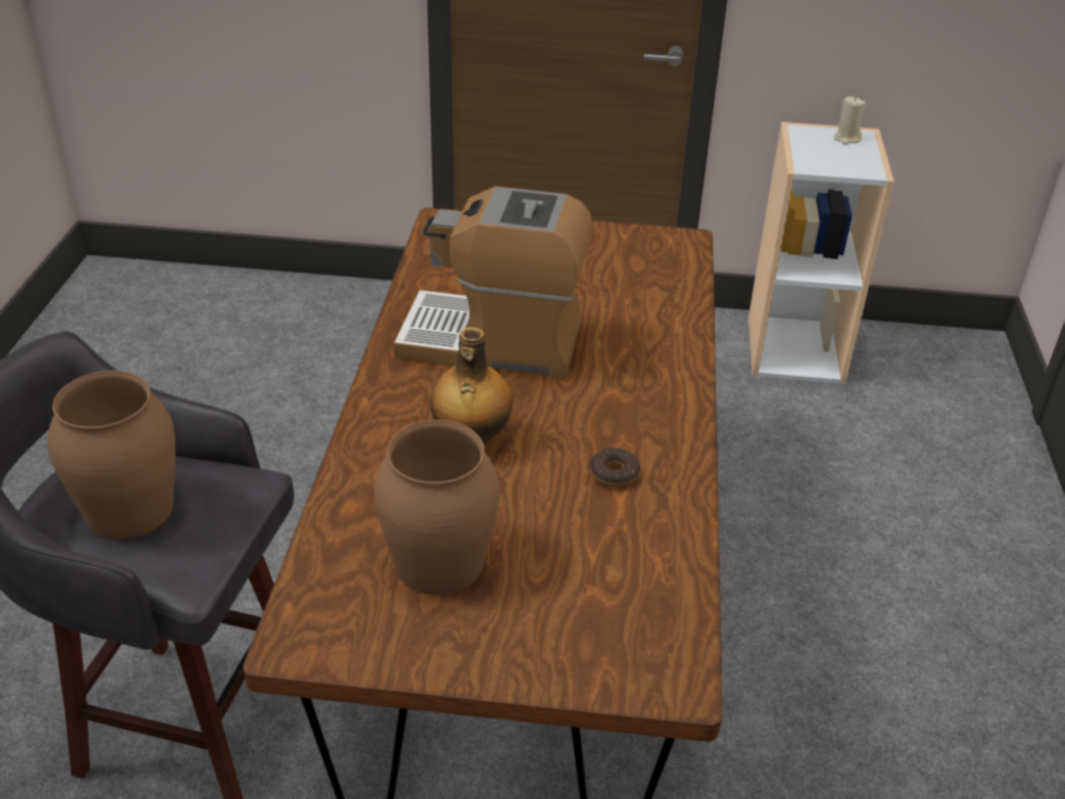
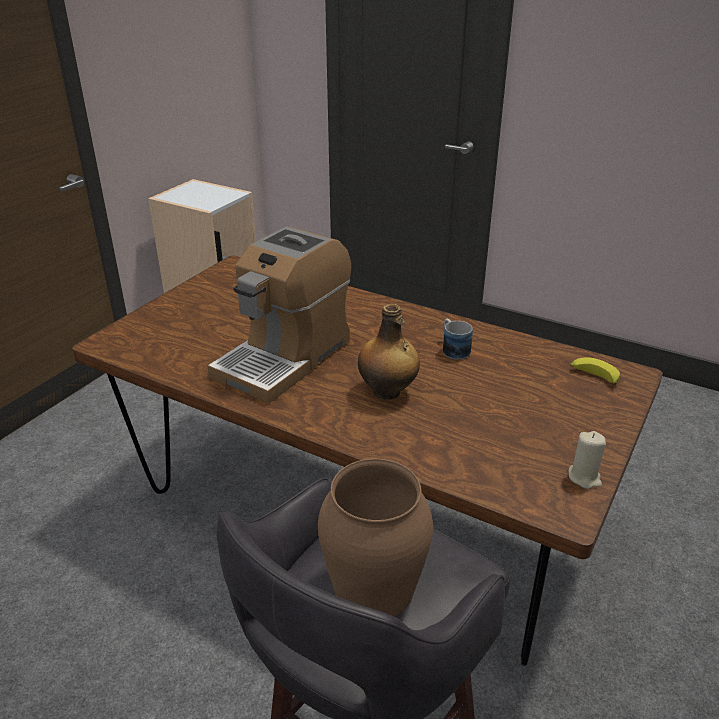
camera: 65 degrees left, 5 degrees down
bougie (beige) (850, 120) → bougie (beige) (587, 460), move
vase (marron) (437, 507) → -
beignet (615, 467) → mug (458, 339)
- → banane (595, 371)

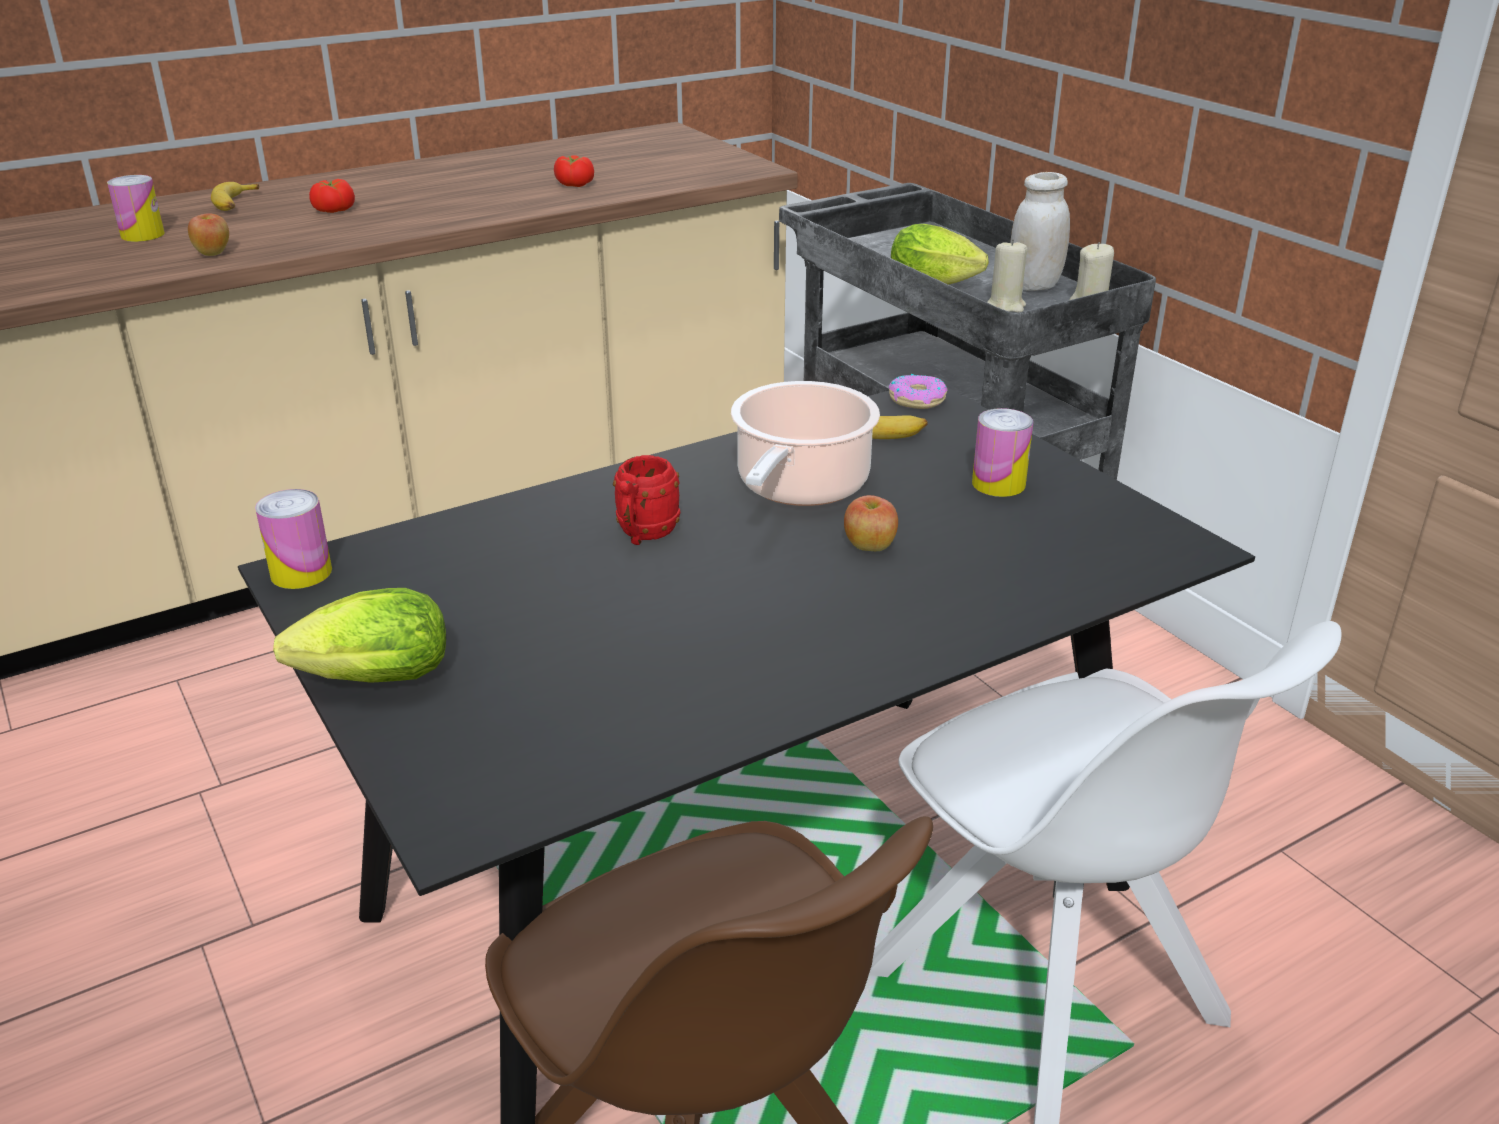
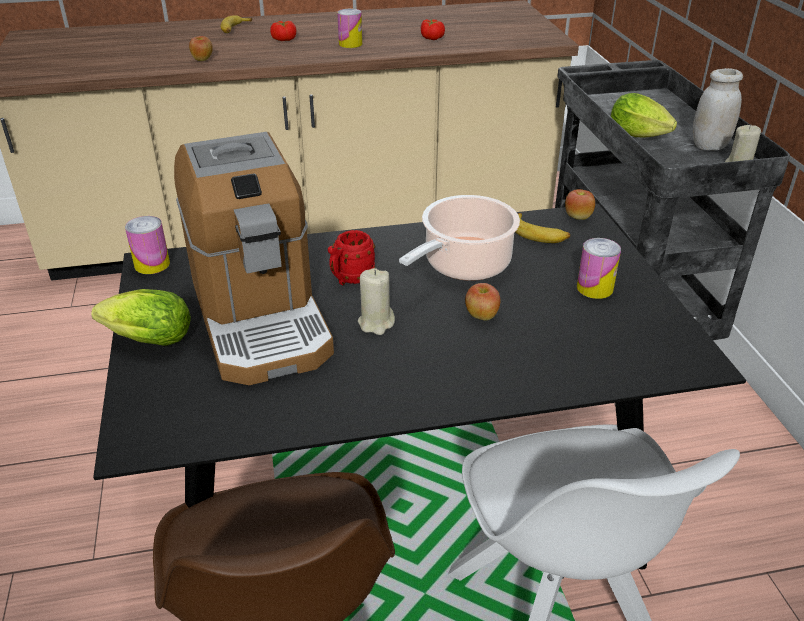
camera: 20 degrees right, 5 degrees up
boîte métallique (136, 208) → boîte métallique (349, 28), move
bougie (beige) (1007, 275) → bougie (beige) (376, 301), move
beignet (918, 391) → pomme (580, 204)
- → machine à café (254, 258)

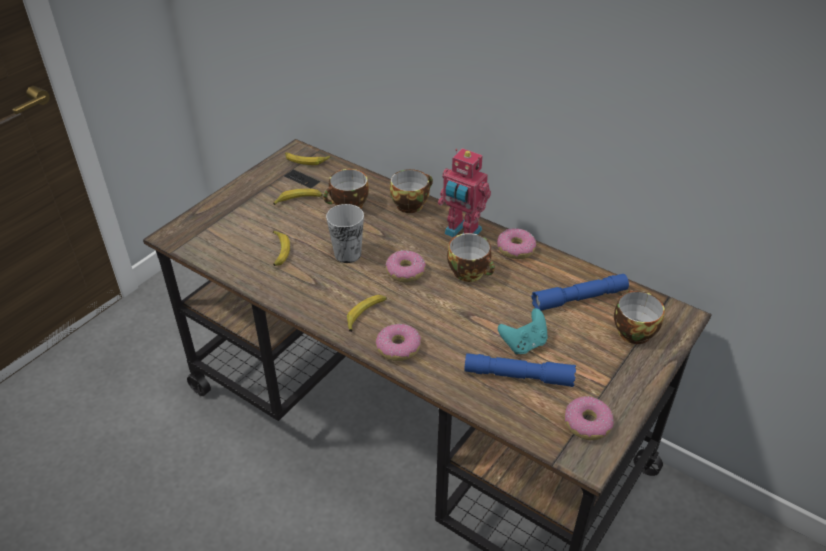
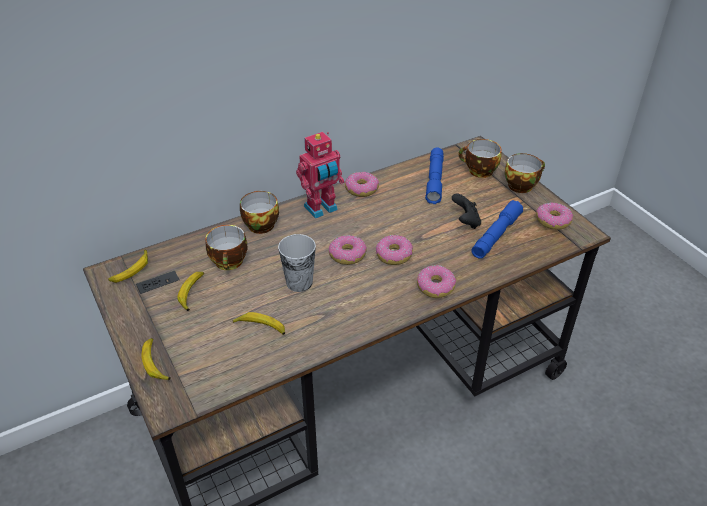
camera: 65 degrees left, 0 degrees up
tasse (471, 257) → tasse (525, 173), move
banane (367, 313) → banane (156, 359), move
manette (turquoise) (523, 331) → manette (noir) (466, 211)
- → beignet (394, 250)

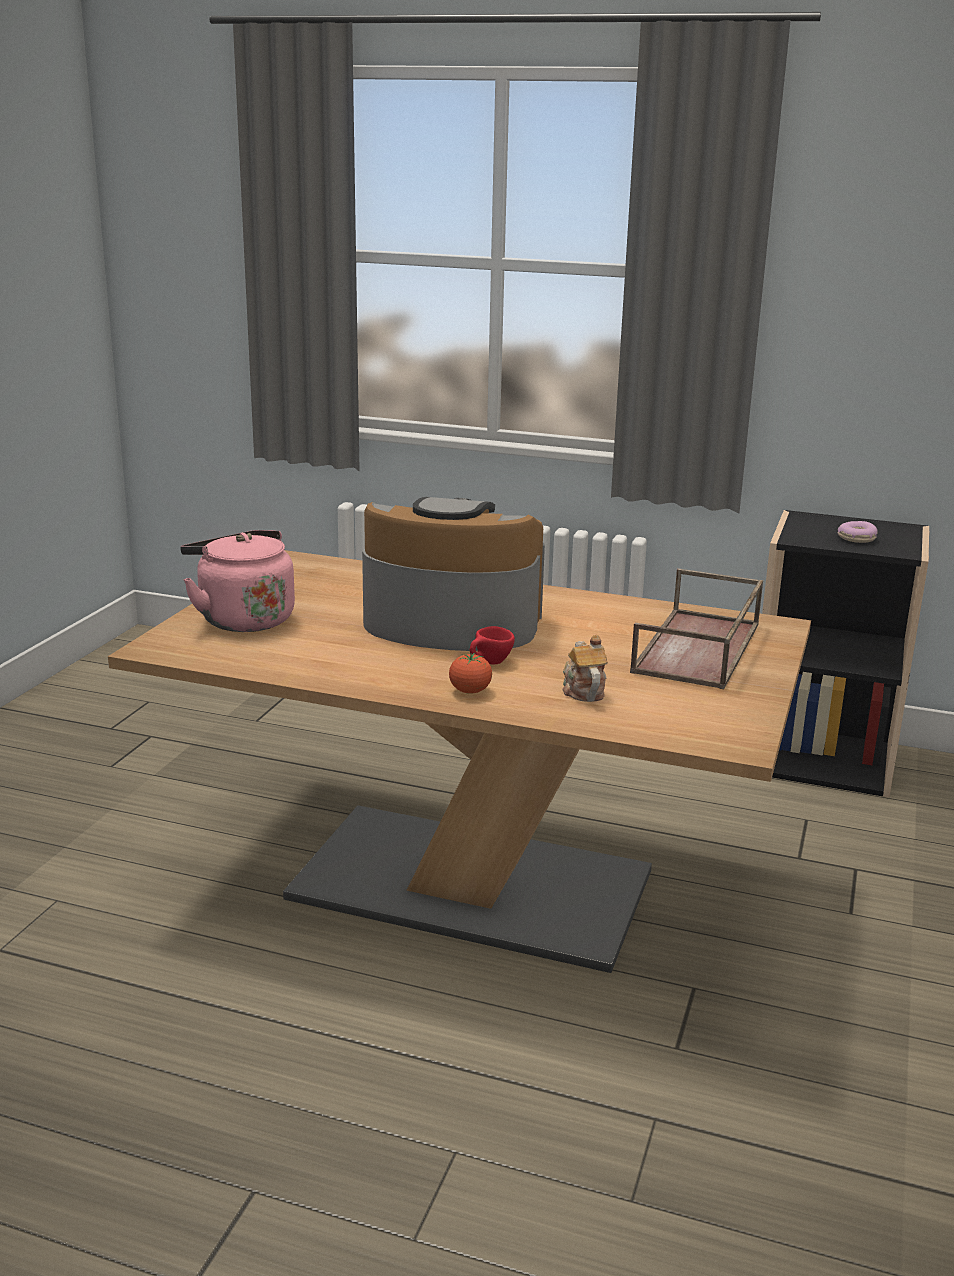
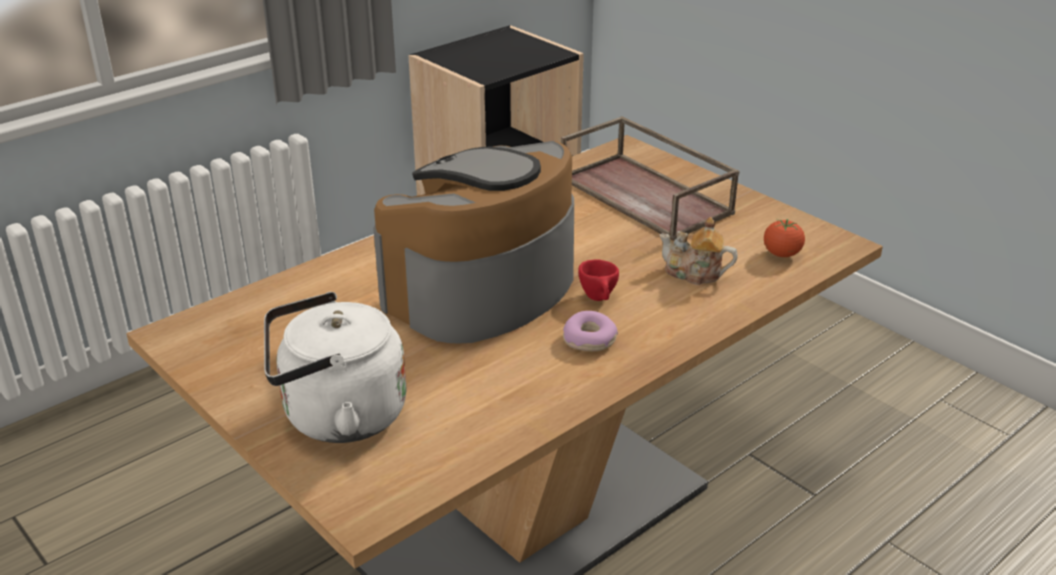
camera: 60 degrees left, 10 degrees up
beignet (857, 532) → beignet (590, 331), move
bouilloire (rose) (237, 581) → bouilloire (blanc) (335, 367)
tomate (470, 673) → tomate (784, 238), move

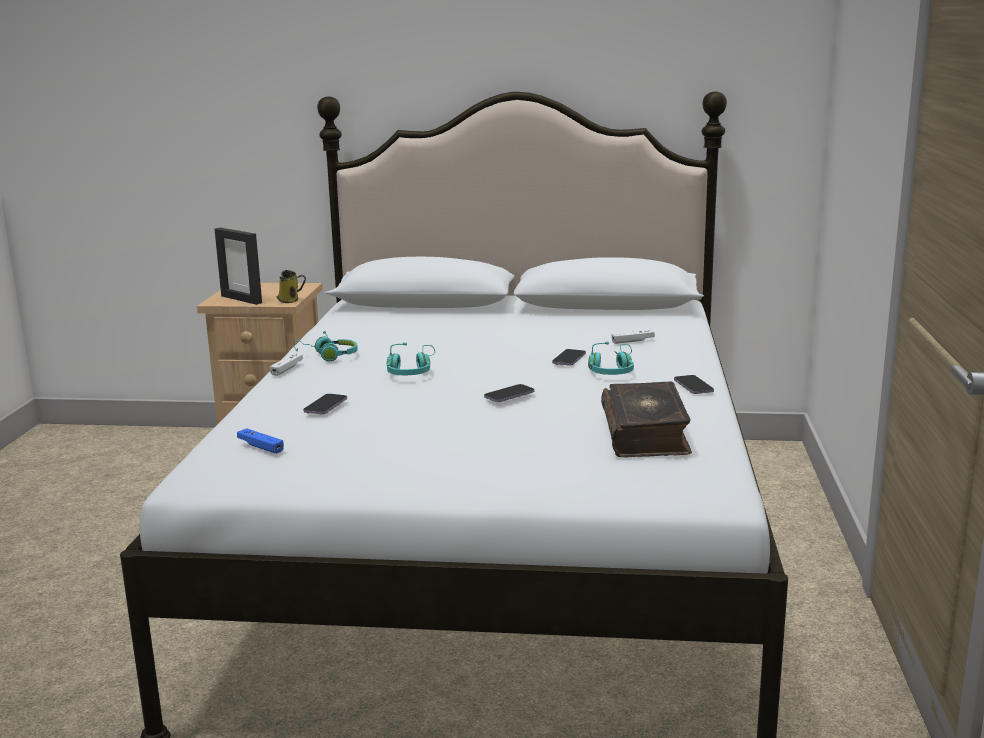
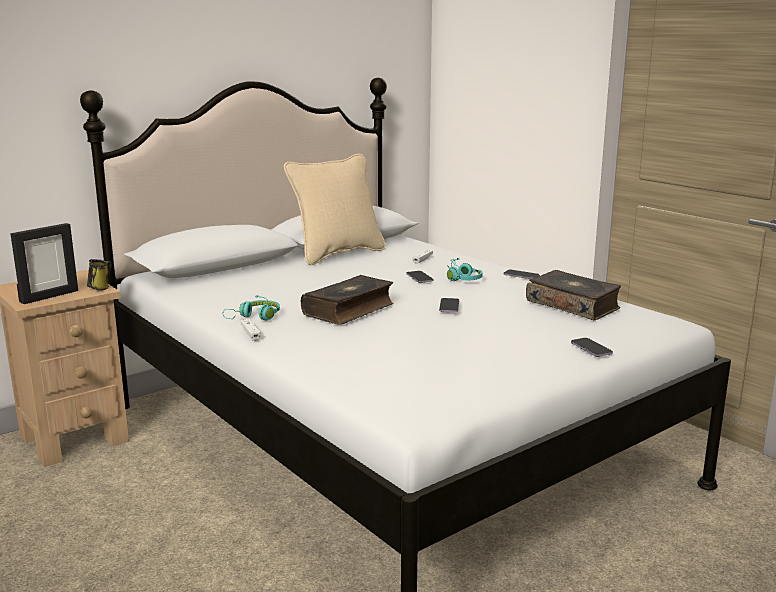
camera: 45 degrees left, 0 degrees up
cadre photo (238, 266) → cadre photo (44, 263), 45 degrees counterclockwise
casque audio (turquoise) (411, 358) → livre (347, 300)
téléphone (325, 404) → téléphone (592, 347), move
manette (bleu) (260, 441) → -
- → coussin (beige) (334, 209)

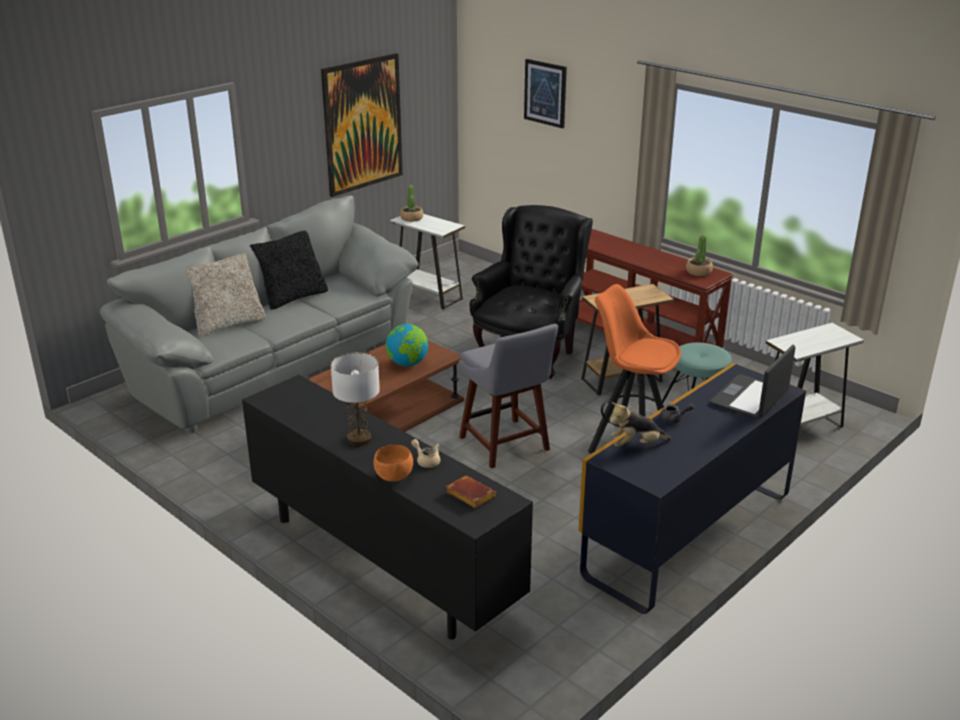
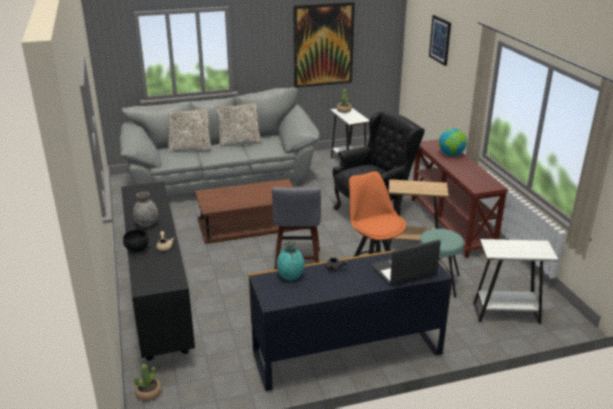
camera: 30 degrees right, 0 degrees up
coussin (noir) (289, 270) → coussin (beige) (239, 125)
plante en pot (699, 255) → plante en pot (148, 382), move
globe (407, 345) → globe (453, 142), move
lampe de table (355, 399) → vase (gris) (145, 209)
peluche (640, 424) → vase (turquoise) (291, 260)
bol (orange) (393, 463) → bol (noir) (136, 240)
livre (marron) (471, 491) → -

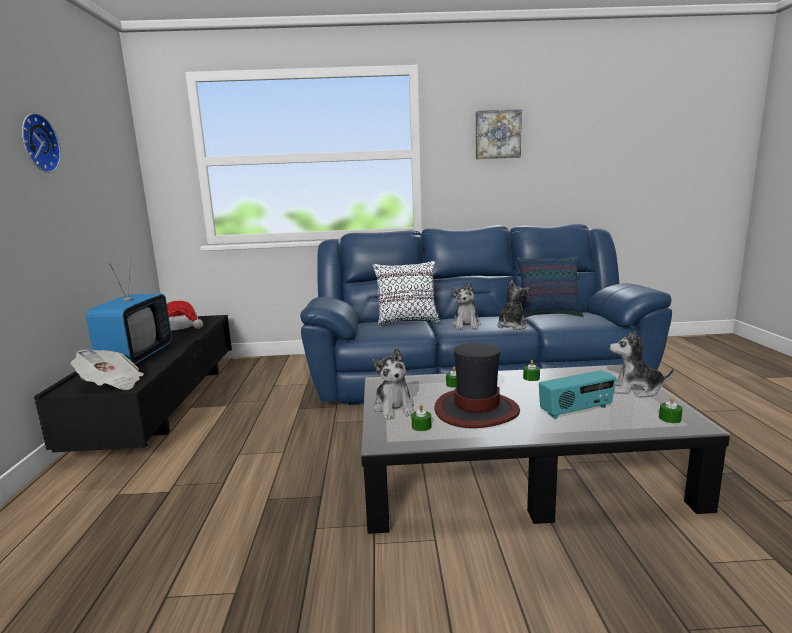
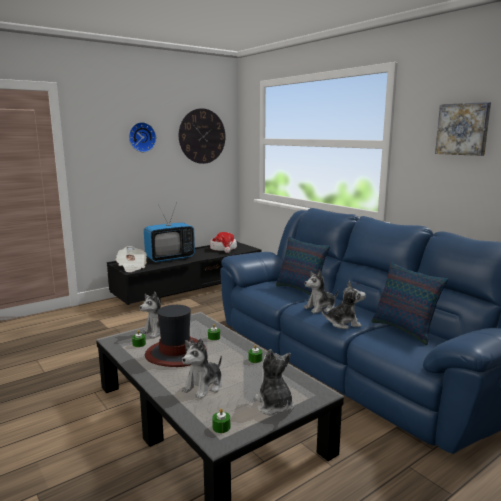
camera: 55 degrees right, 0 degrees up
coussin (blanc) (406, 294) → coussin (bleu) (303, 265)
radio (577, 394) → peluche (202, 368)
- → horloge murale (202, 136)

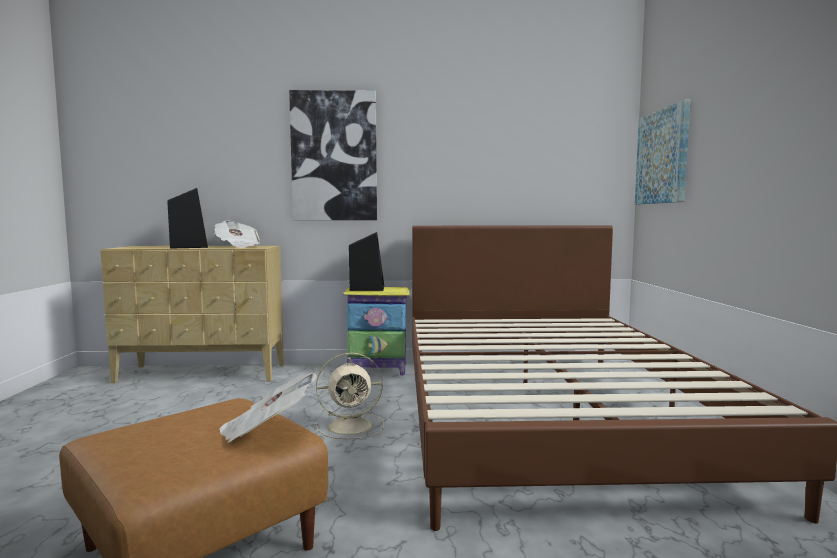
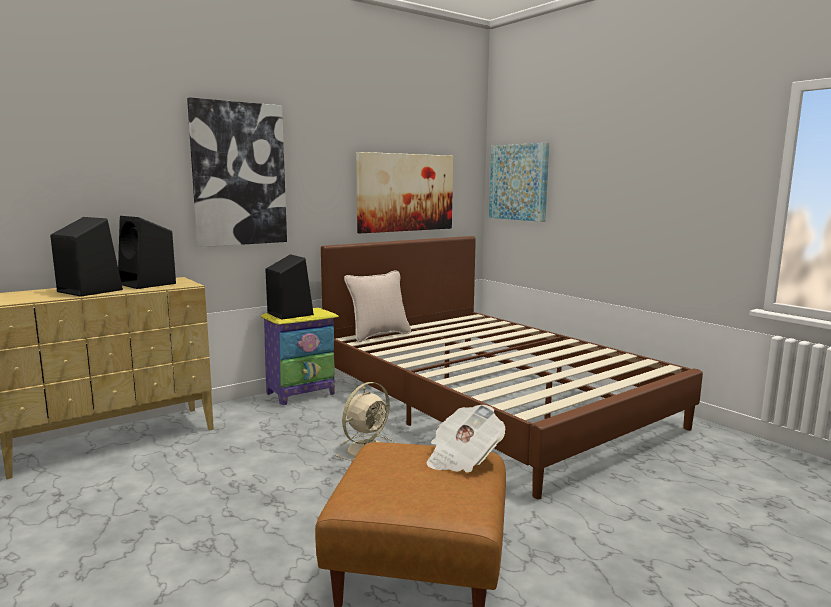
camera: 35 degrees left, 5 degrees up
journal (237, 234) → enceinte (noir) (147, 252)
- → tableau (404, 192)
- → coussin (beige) (377, 306)

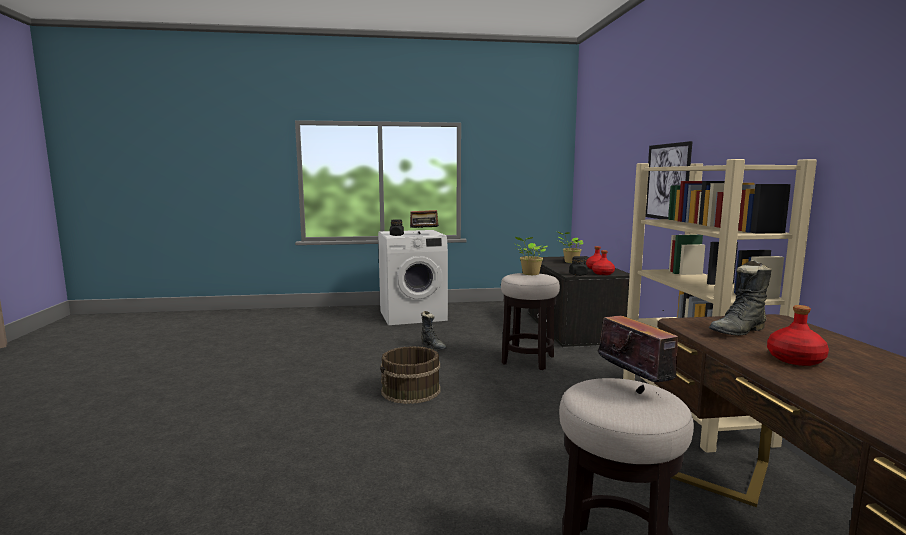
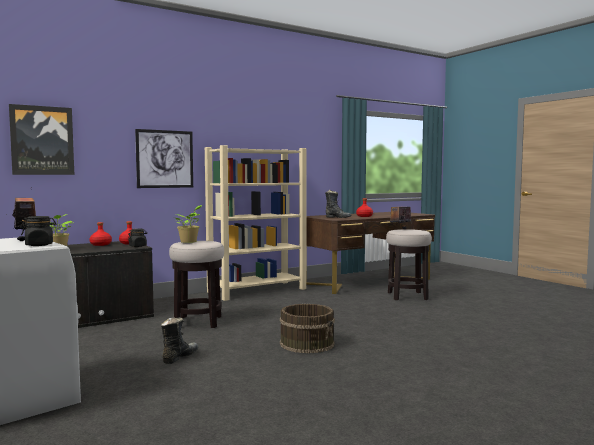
camera: 115 degrees left, 5 degrees down
- → tableau (41, 139)

